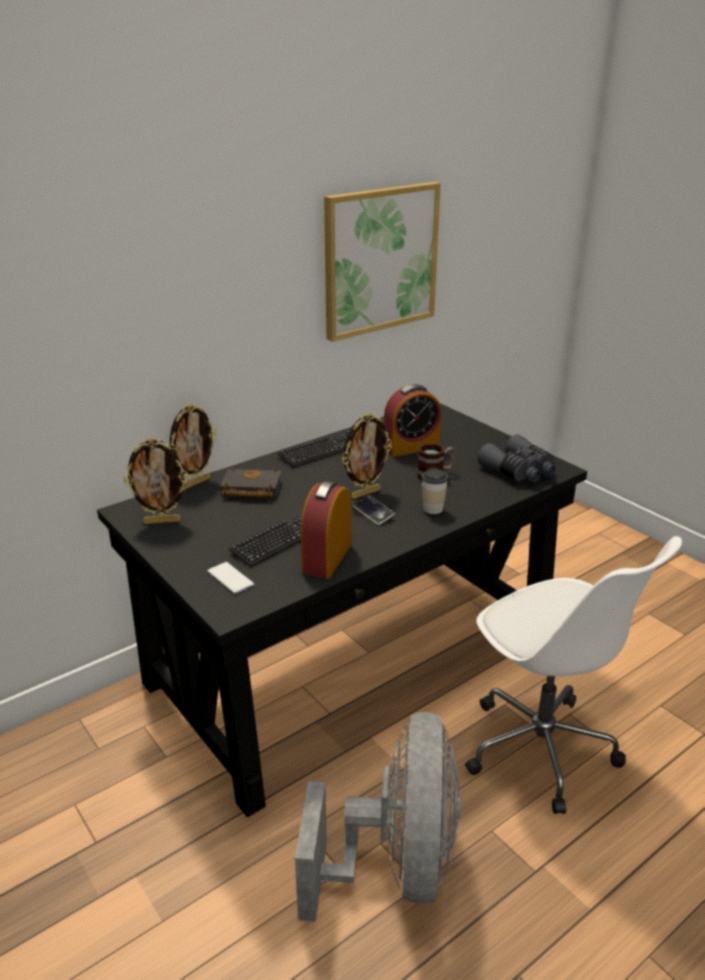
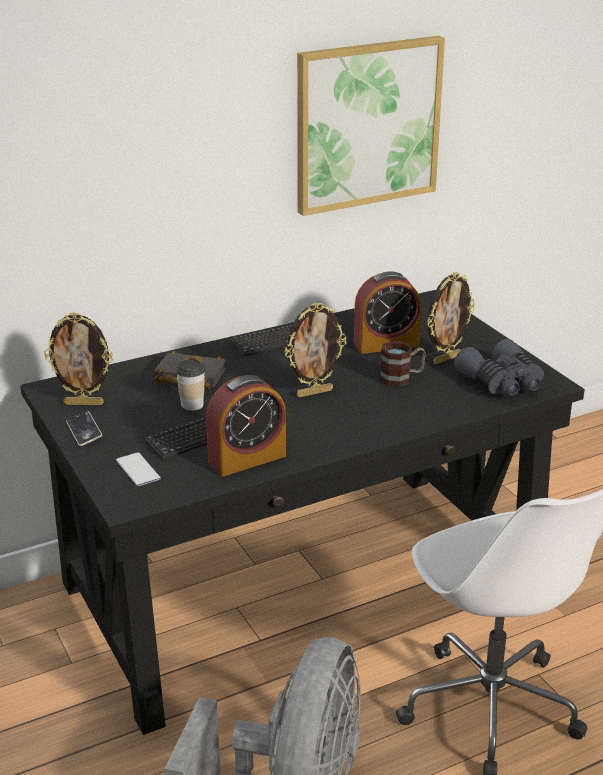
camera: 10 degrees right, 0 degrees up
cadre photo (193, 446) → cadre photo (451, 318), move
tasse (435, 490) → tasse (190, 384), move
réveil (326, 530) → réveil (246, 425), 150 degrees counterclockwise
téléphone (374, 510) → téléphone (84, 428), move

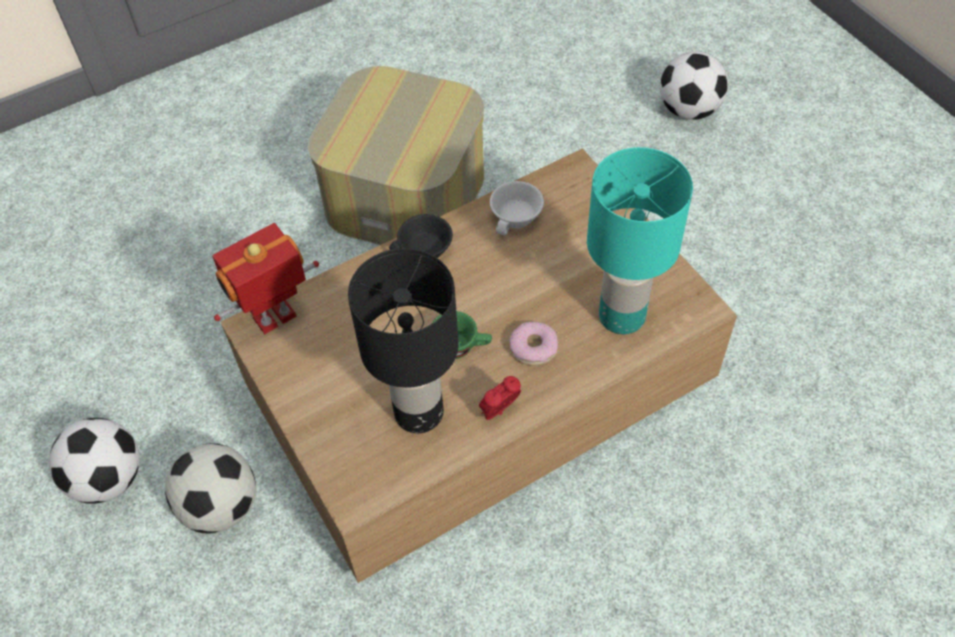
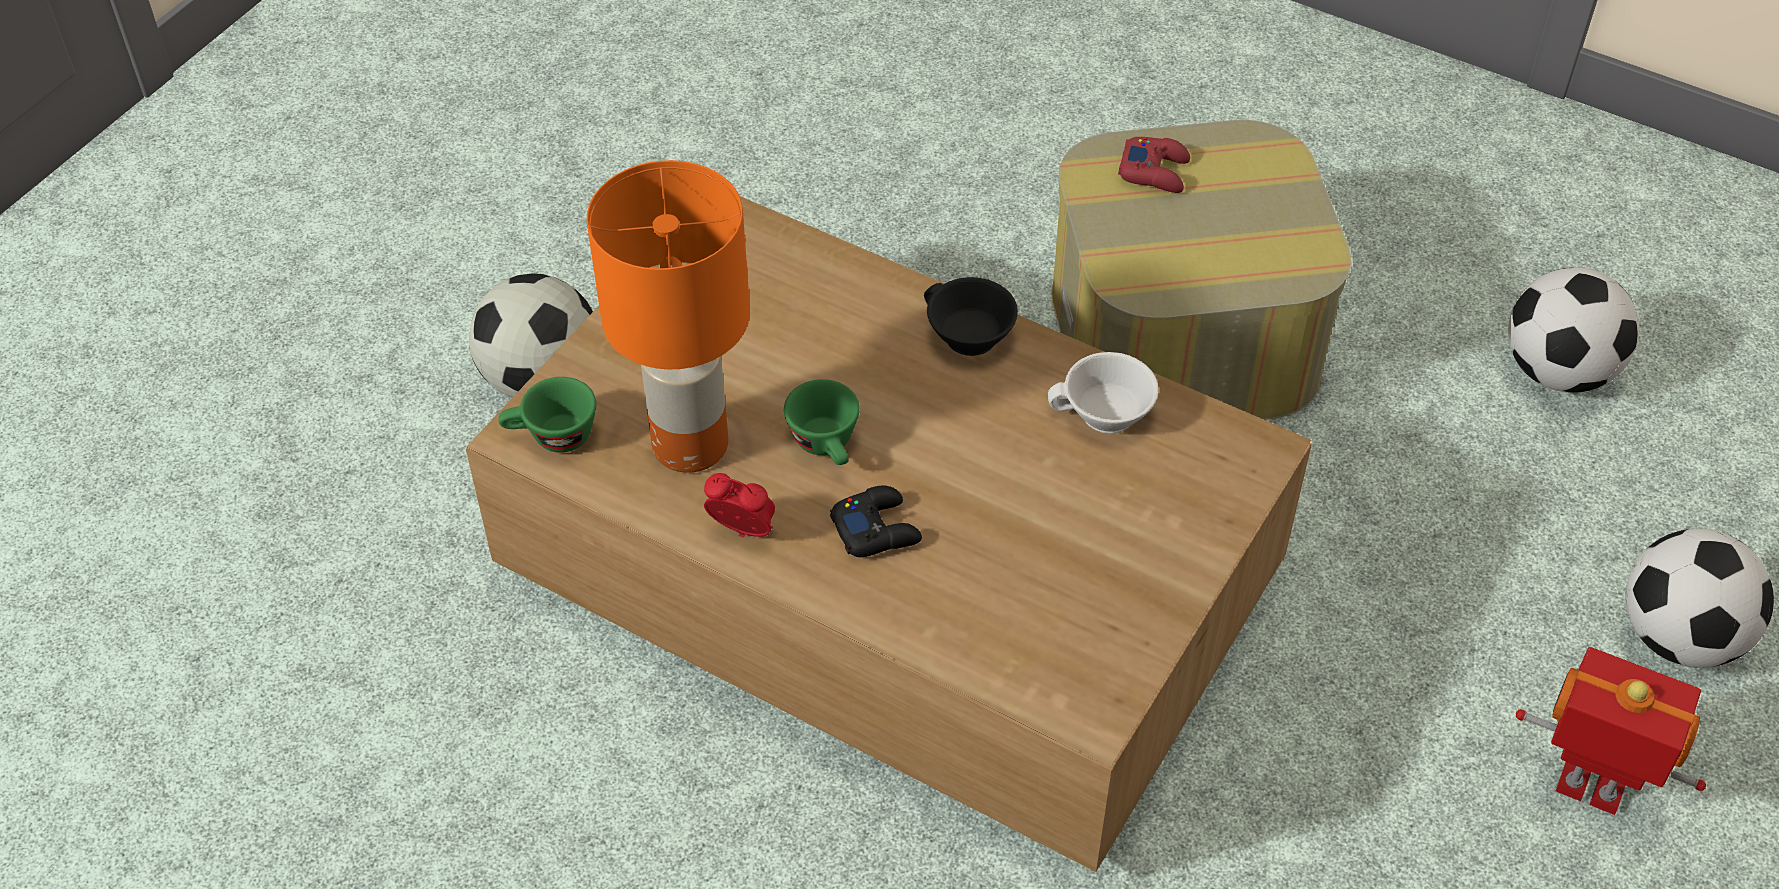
camera: 60 degrees right, 5 degrees down
lampe de table (turquoise) (640, 240) → -
robot jouet (265, 278) → robot jouet (1611, 731), move
lampe de table (noir) (403, 340) → lampe de table (orange) (668, 316)
beignet (533, 343) → manette (noir) (876, 521)
ballon de foot (94, 461) → ballon de foot (1573, 330), move
- → manette (rouge) (1154, 165)
- → tasse (vert) (547, 415)

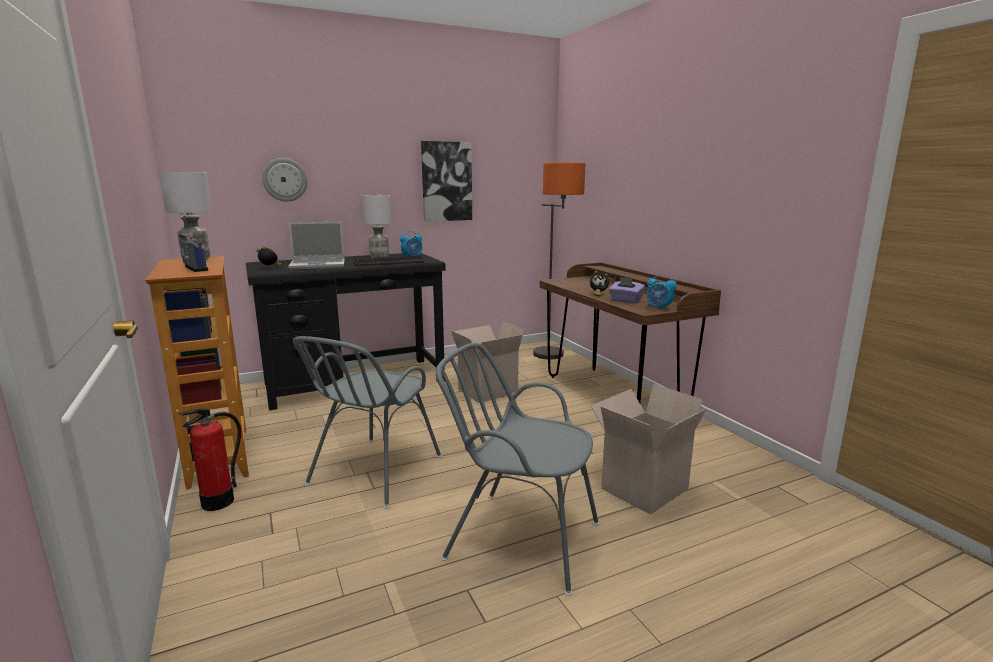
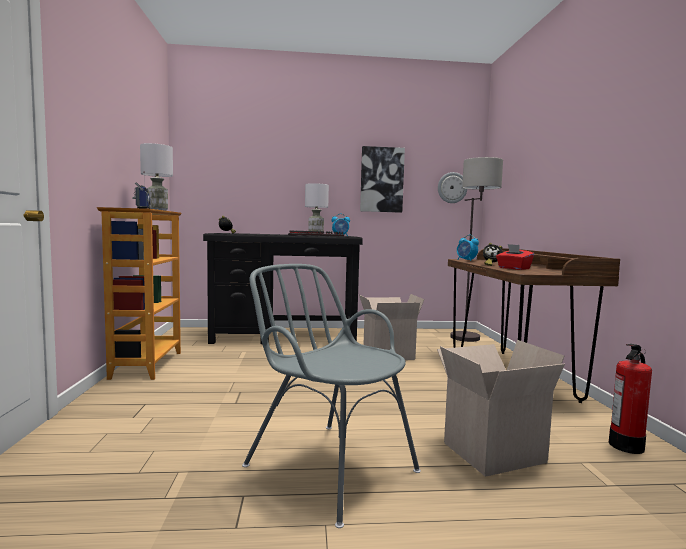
camera: 20 degrees right, 10 degrees down
horloge murale (284, 180) → horloge murale (452, 187), move
lampadaire (orange) (559, 261) → lampadaire (gris) (476, 249)
ordinateur portable (316, 246) → -
réveil (661, 292) → réveil (468, 248), move
boîte à mouchoirs (violet) (627, 290) → boîte à mouchoirs (rouge) (515, 257)
chaise (gris) (367, 422) → -
extincteur (210, 460) → extincteur (630, 399), move

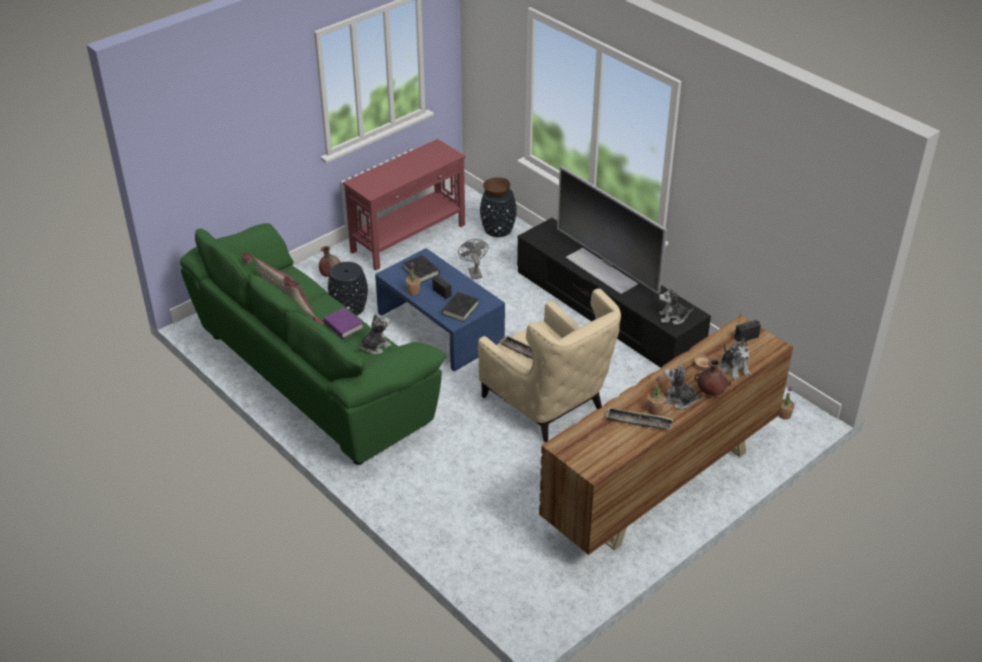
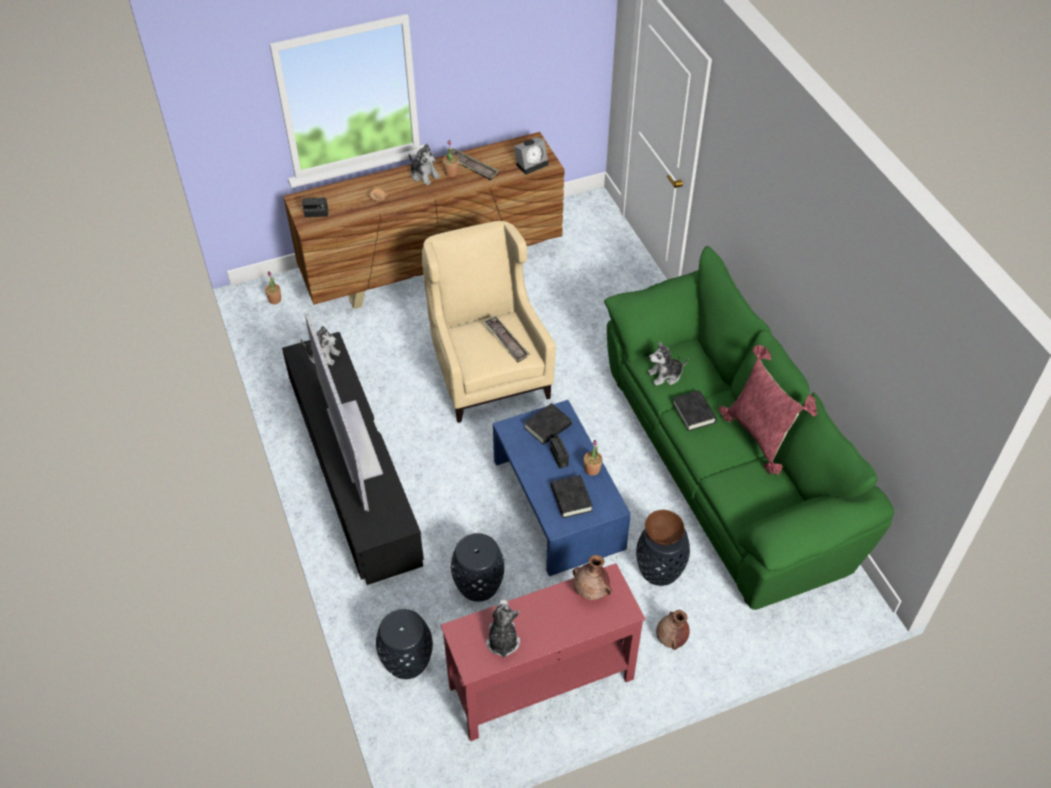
camera: 160 degrees left, 10 degrees up
bol (marron) (496, 187) → bol (marron) (665, 527), move
ventilateur (gris) (473, 259) → tabouret (noir) (477, 567)
livre (violet) (344, 323) → livre (noir) (695, 410)
peluche (736, 359) → peluche (503, 629), move
vase (marron) (712, 376) → vase (marron) (592, 577), move
- → réveil (531, 156)

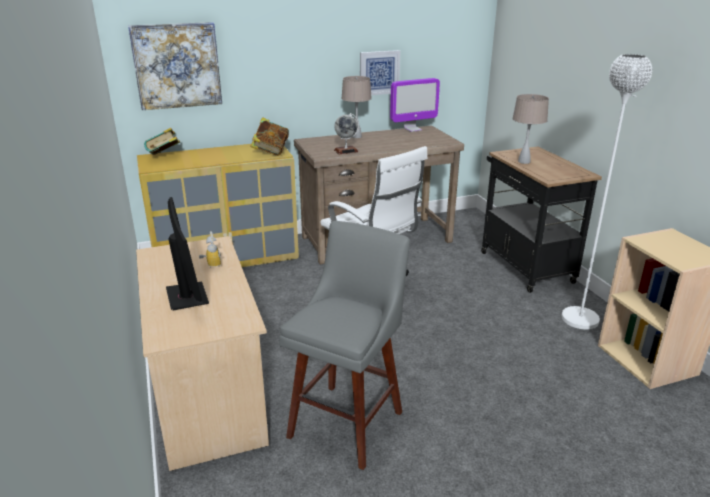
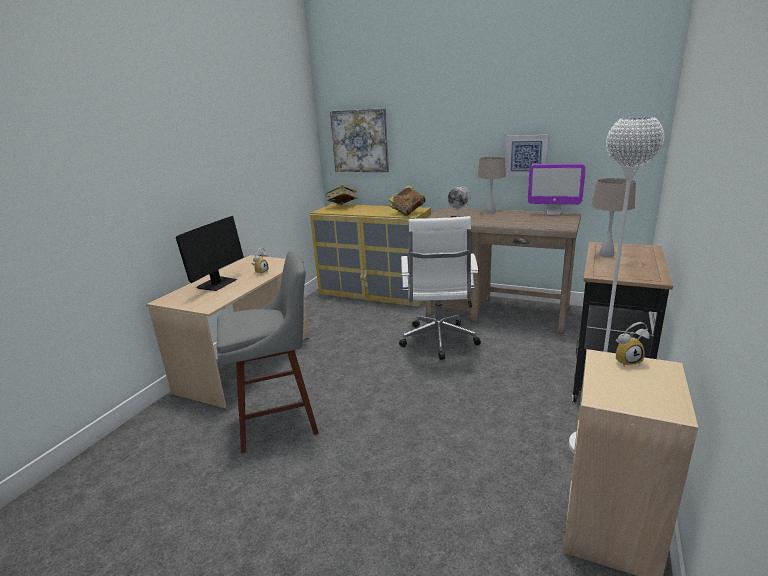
camera: 45 degrees right, 5 degrees down
- → réveil (633, 344)

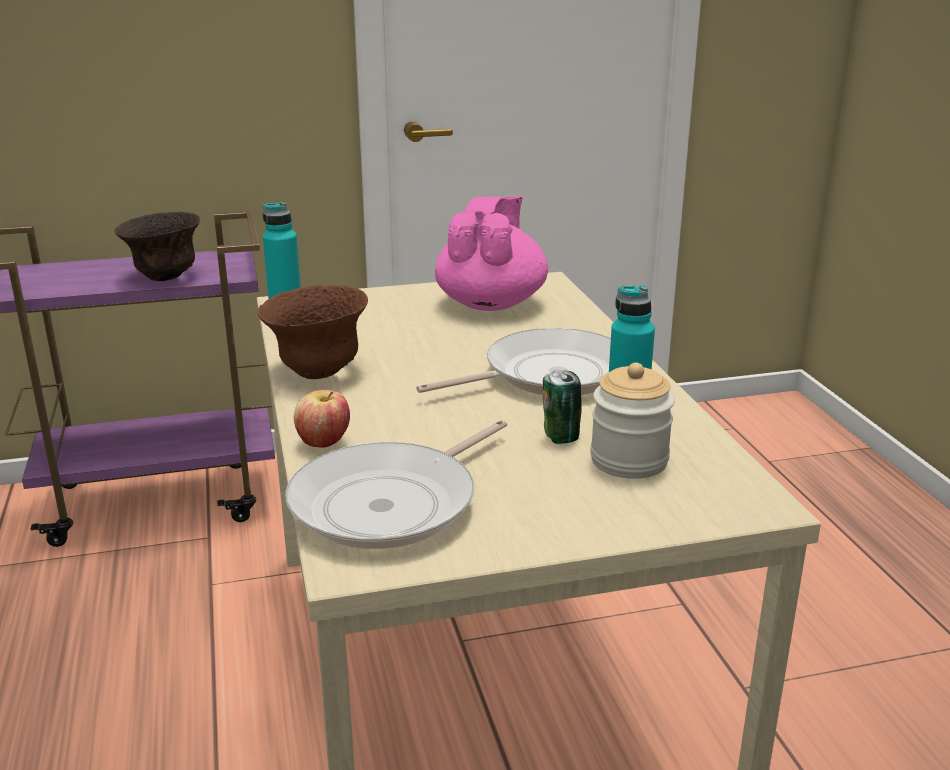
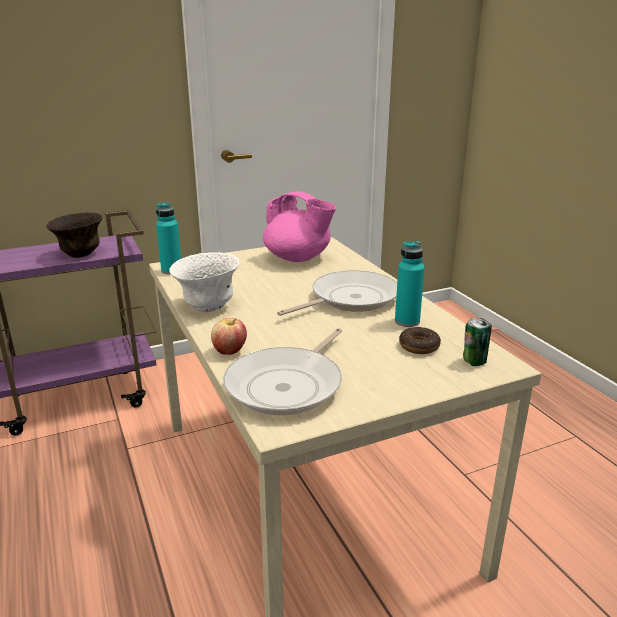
camera: 10 degrees left, 0 degrees up
théière (rose) (491, 253) → théière (rose) (300, 226), 120 degrees clockwise
bol (marron) (313, 332) → bol (blanc) (204, 282)
bocal (632, 421) → beignet (420, 340)
boîte métallique (562, 407) → boîte métallique (477, 342), move

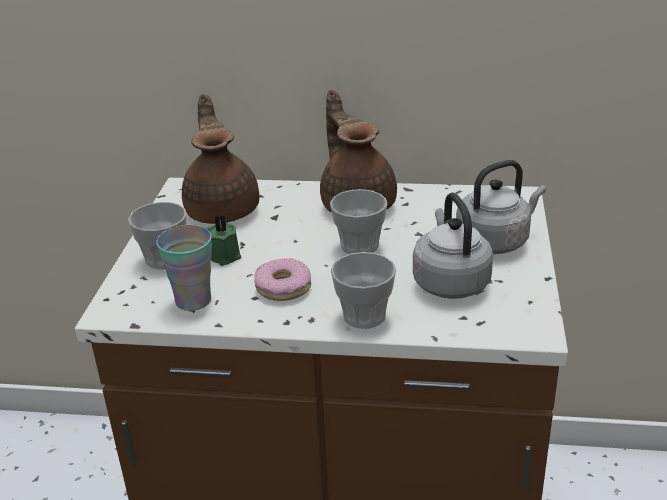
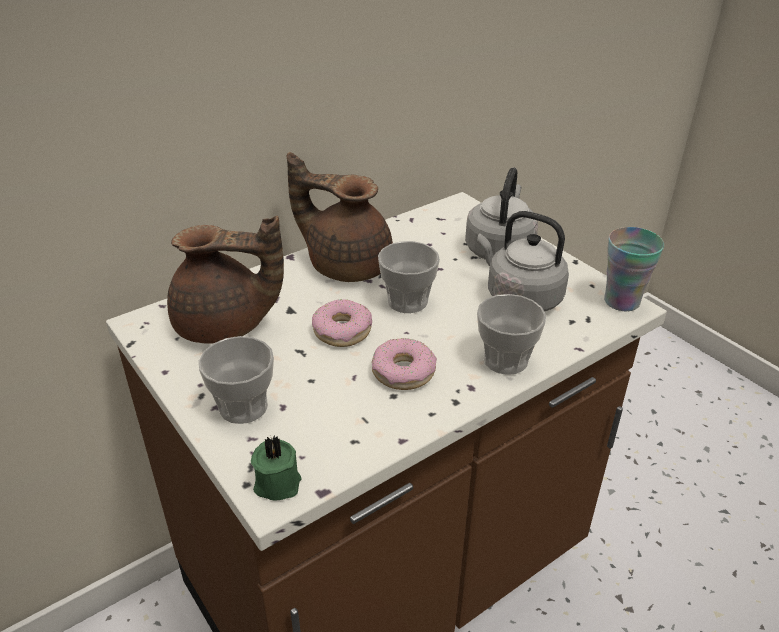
camera: 45 degrees left, 5 degrees up
théière (marron) (220, 159) → théière (marron) (225, 280), 150 degrees clockwise
bougie (vert) (224, 240) → bougie (vert) (276, 468), move
tasse (184, 268) → tasse (634, 269), move
- → beignet (342, 323)

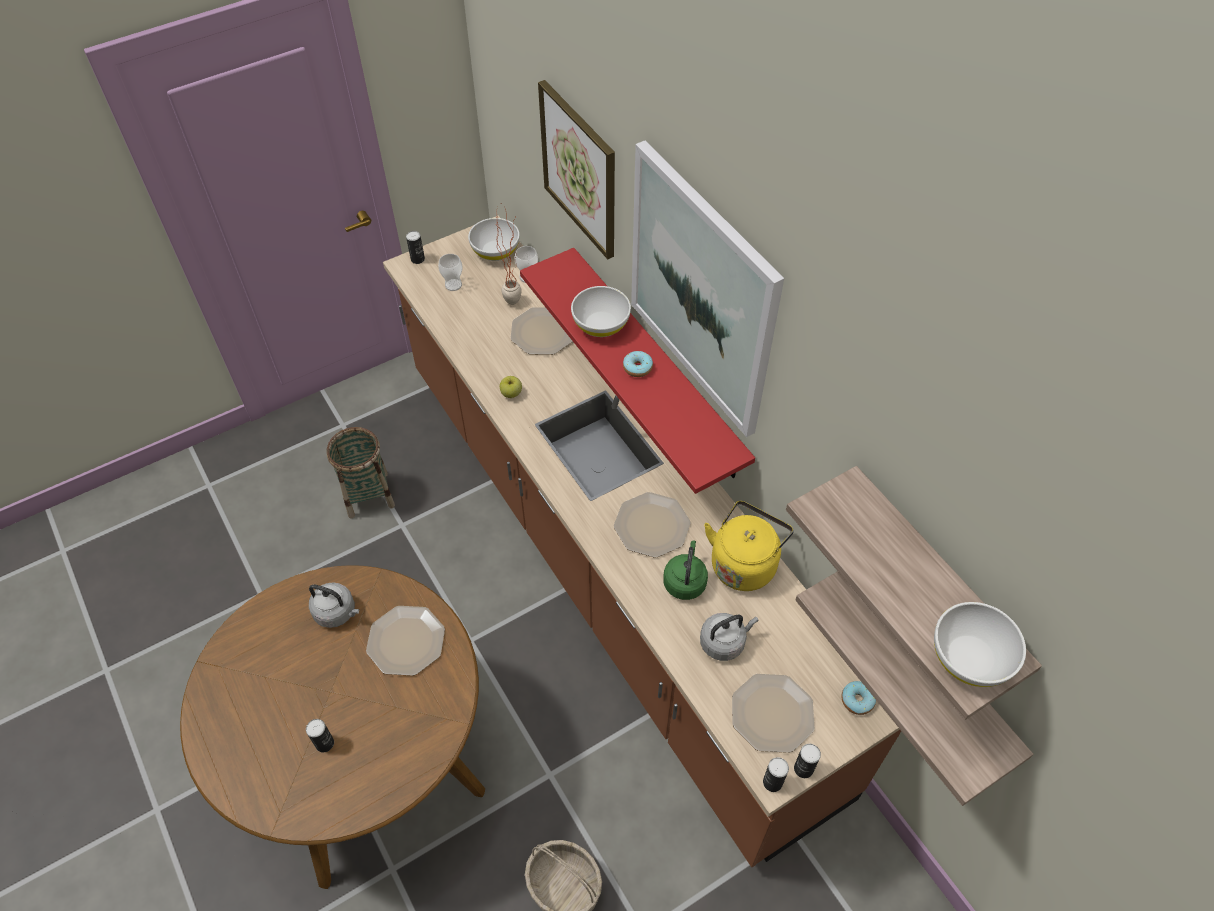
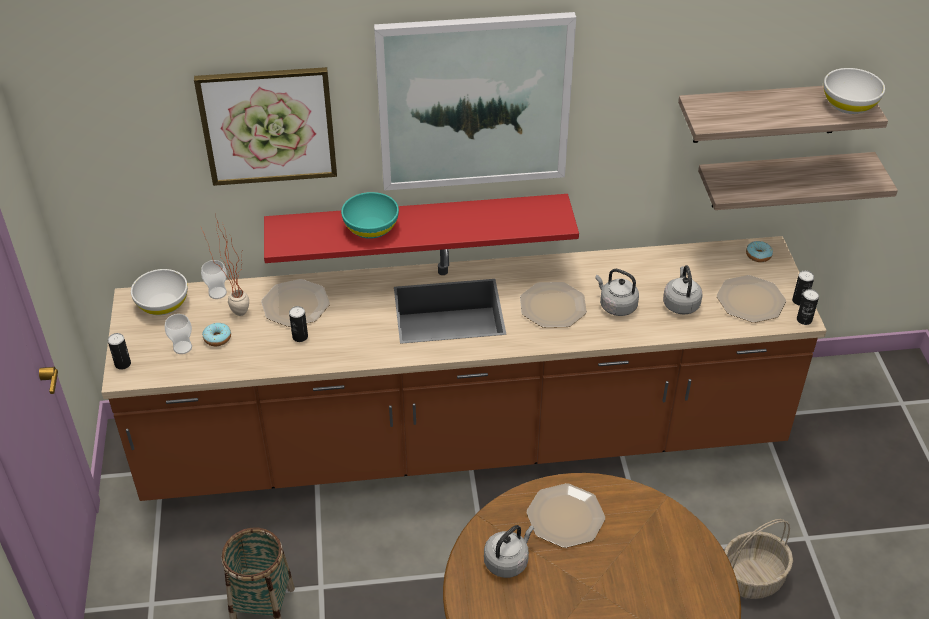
camera: 65 degrees left, 10 degrees down
bol (blanc) (601, 311) → bol (turquoise) (370, 215)
beignet (638, 364) → beignet (216, 334), move
pomme (511, 387) → -
bouilloire (jaune) (749, 546) → -
bouilloire (vert) (685, 570) → bouilloire (gris) (617, 292)
boîte métallique (320, 735) → boîte métallique (298, 324), move

